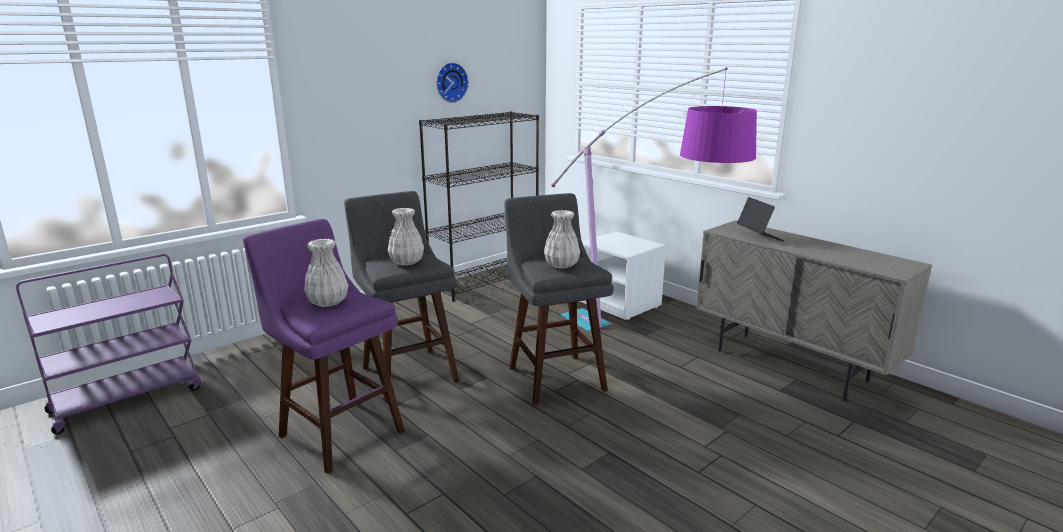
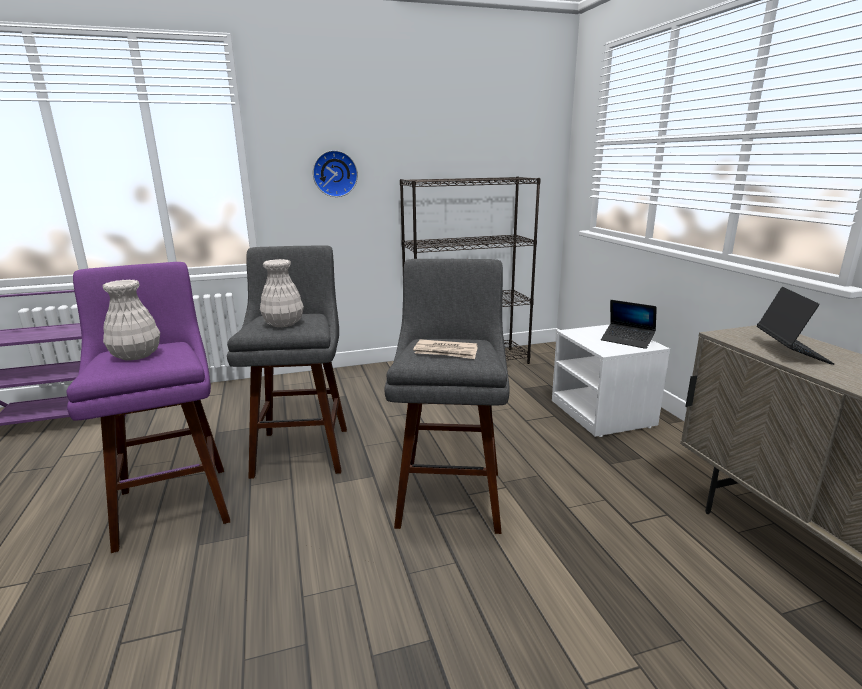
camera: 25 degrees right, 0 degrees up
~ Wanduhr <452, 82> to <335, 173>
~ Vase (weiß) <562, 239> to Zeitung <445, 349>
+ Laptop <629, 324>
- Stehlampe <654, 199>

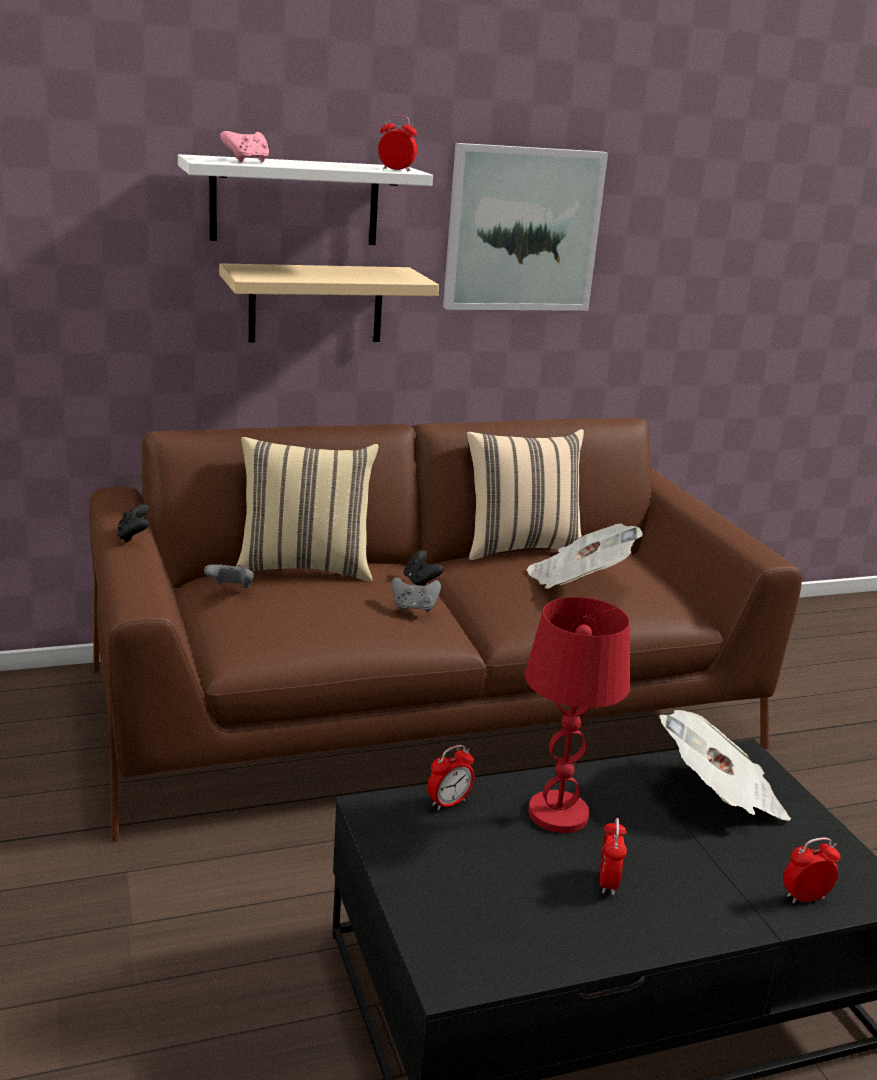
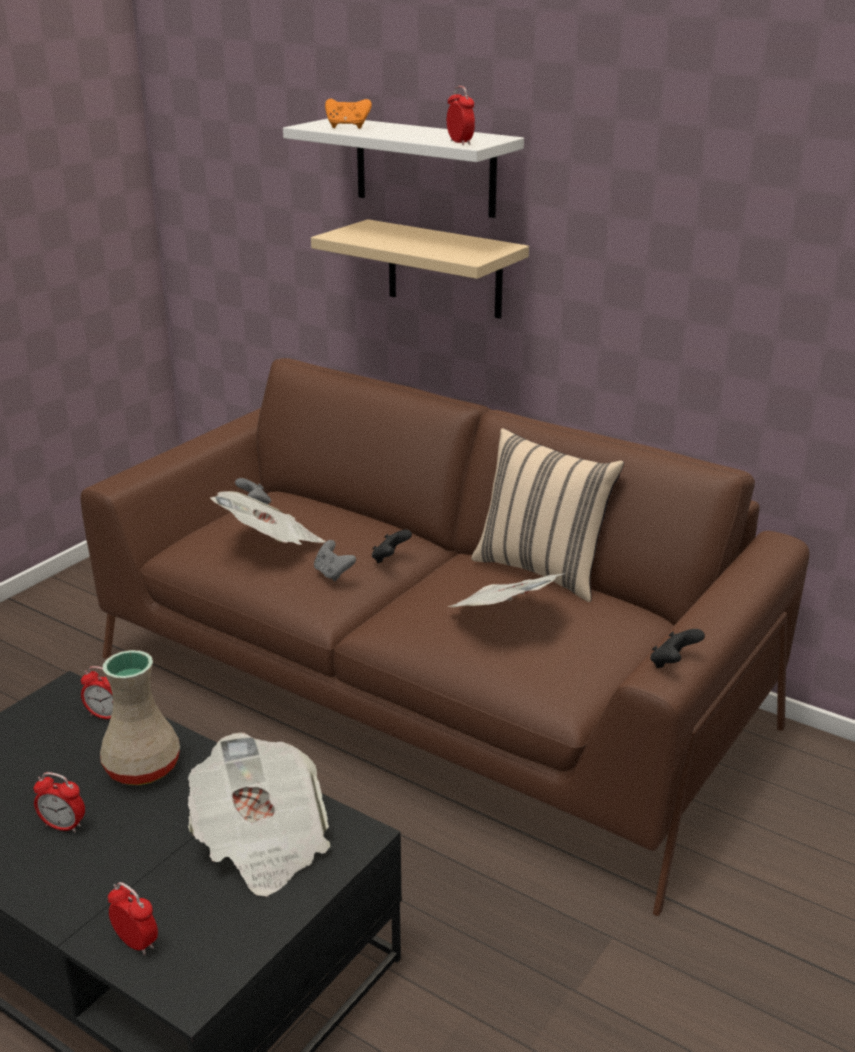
camera: 55 degrees right, 5 degrees up
~ Wecker <613, 856> = <59, 802> 135 degrees counterclockwise
~ Tischlampe (rot) <577, 715> to Vase (beige) <140, 717>
+ Zeitung <267, 518>
~ Gamepad (rosa) <244, 146> to Gamepad (orange) <348, 114>
~ Gamepad (schwarz) <133, 523> to <677, 648>
- Kissen (beige) <307, 509>
- Bild <525, 227>

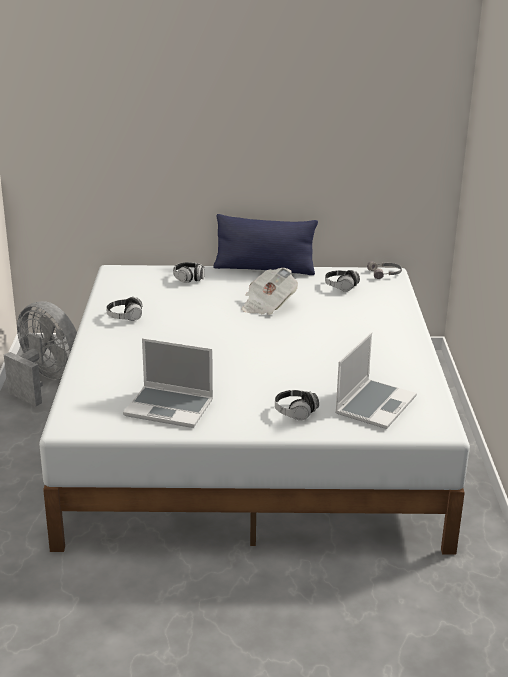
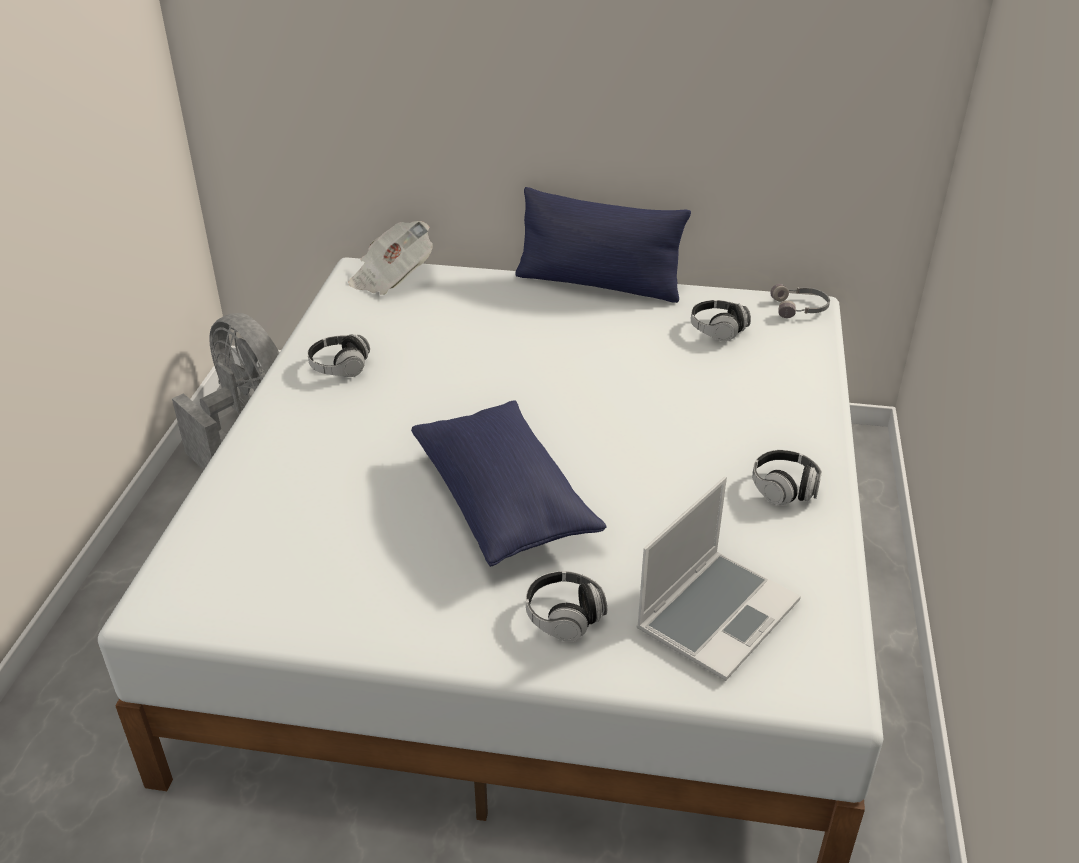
camera: 10 degrees right, 10 degrees up
~ Zeitung <270, 291> to <390, 258>
+ Kissen (blau) <509, 483>
~ Kopfhörer <189, 272> to <787, 477>
- Laptop <168, 383>

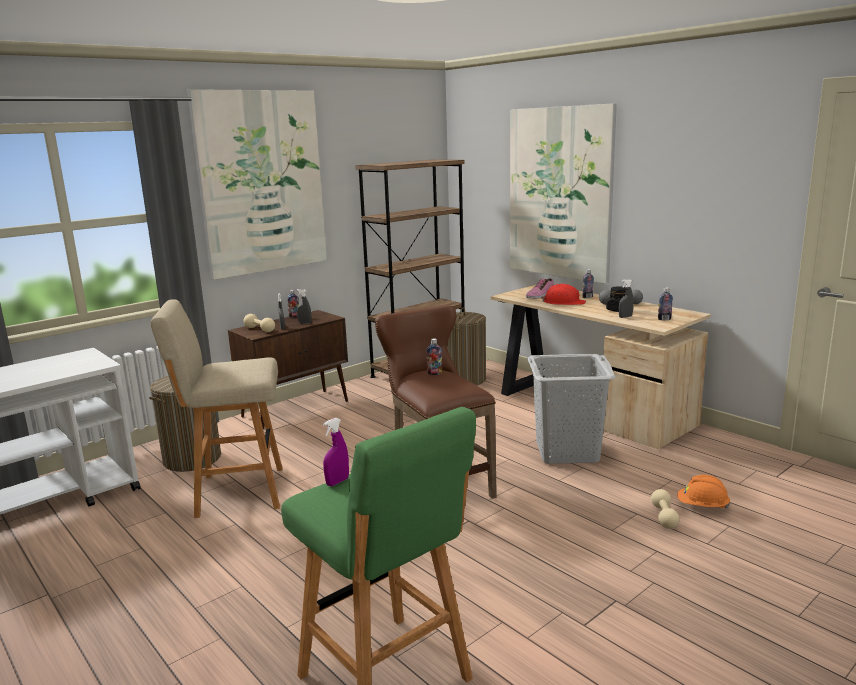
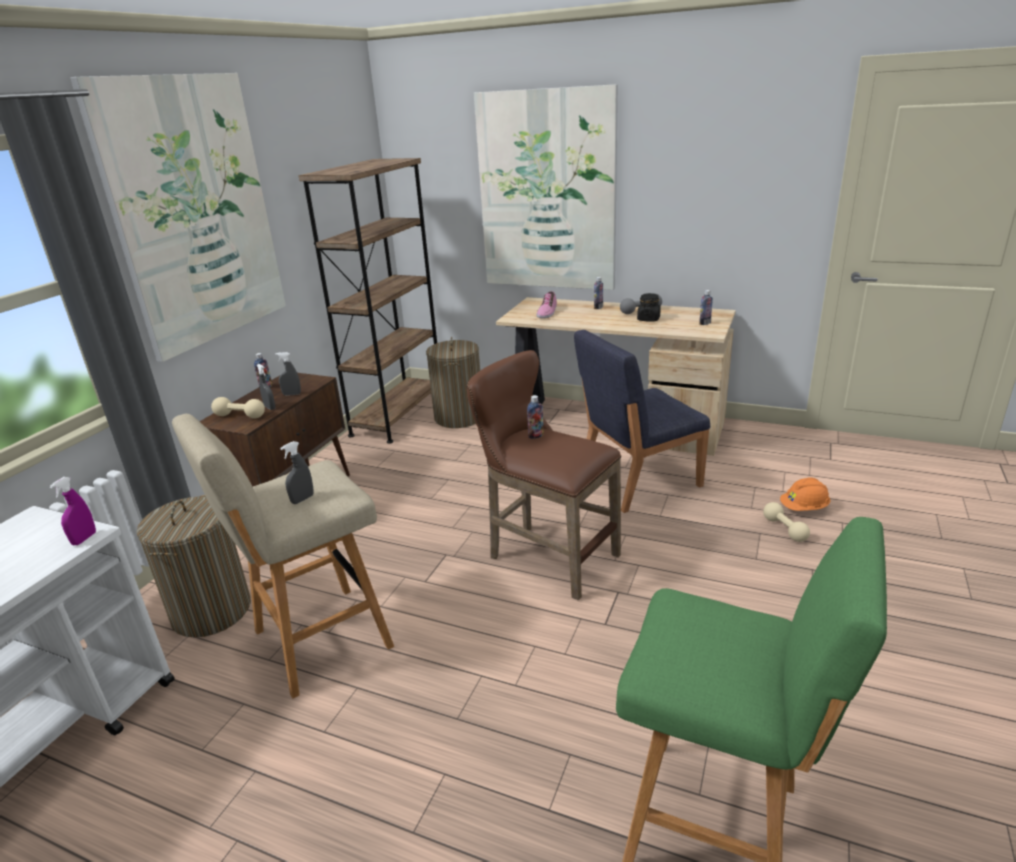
camera: 25 degrees left, 10 degrees up
~ Sprühflasche (lila) <336, 452> to <73, 511>
~ Sprühflasche (grau) <626, 298> to <297, 472>
~ Wäschekorb (grau) <571, 409> to Stuhl (blau) <642, 421>
- Schutzhelm (rot) <563, 294>

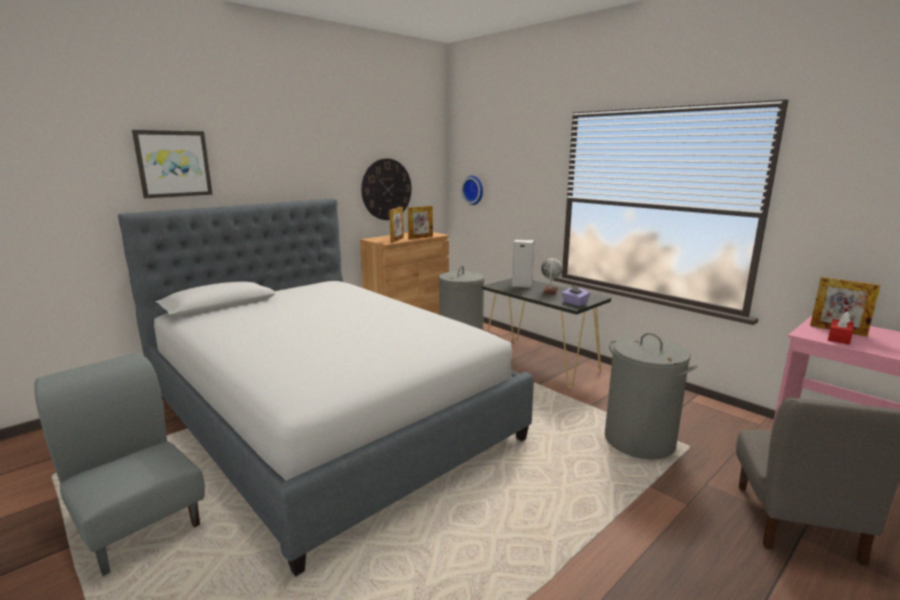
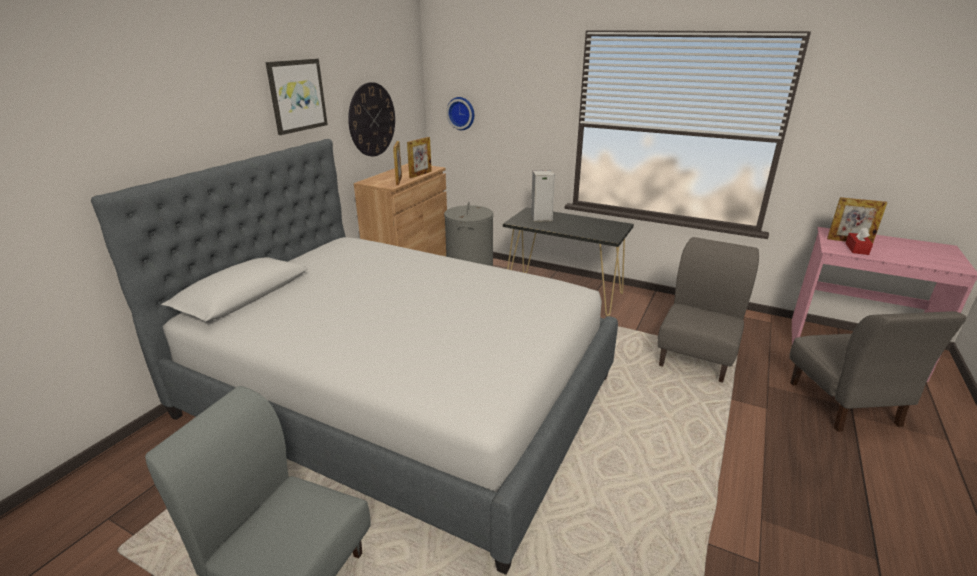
camera: 20 degrees left, 10 degrees up
~ Bild <172, 164> to <296, 97>
~ Wäschekorb (grau) <651, 396> to Stuhl (grau) <708, 310>
- Globus <552, 276>
- Taschentuchbox (lila) <576, 295>

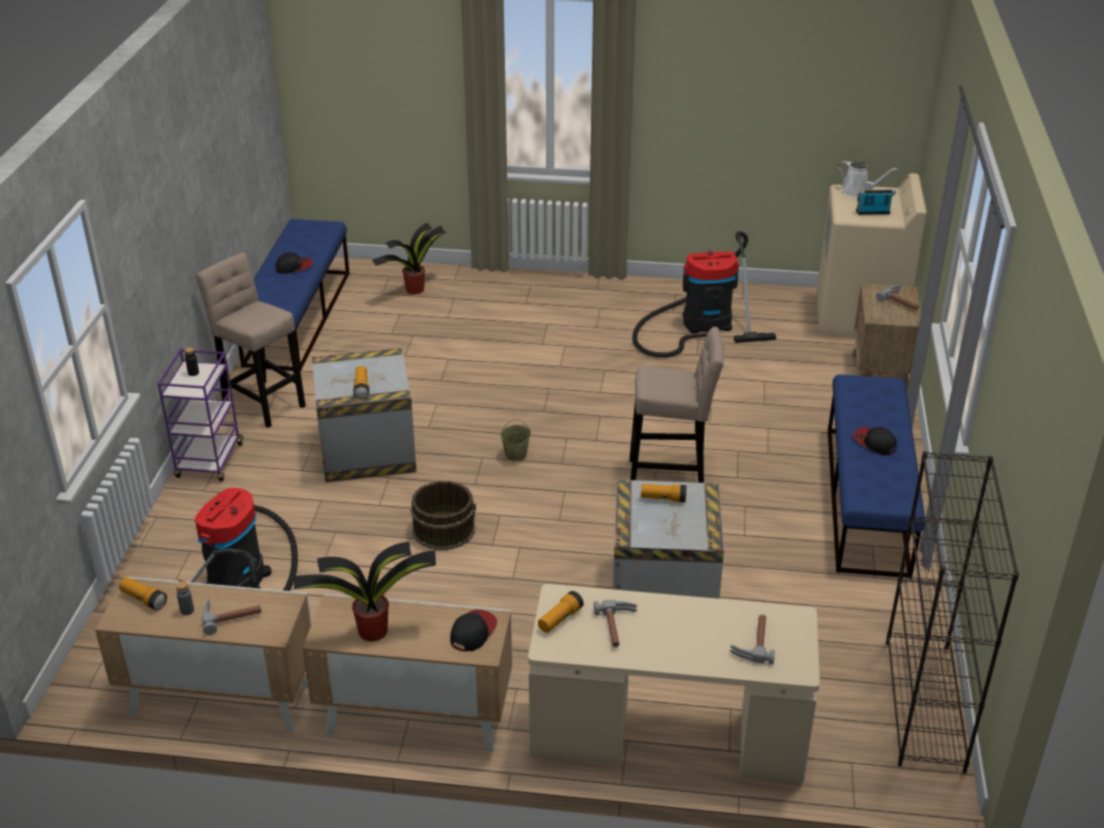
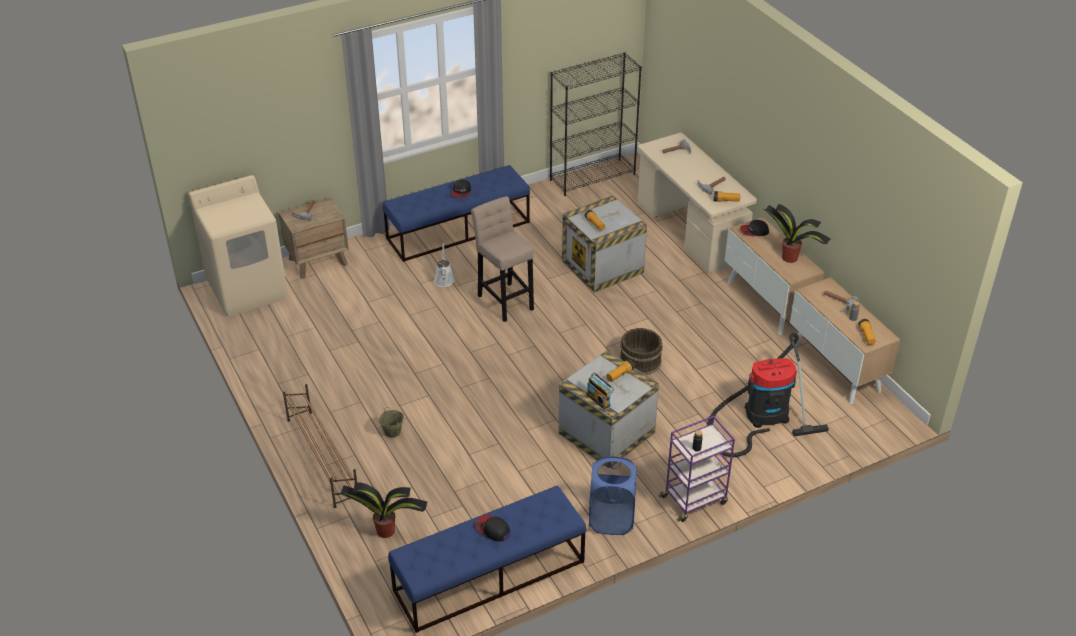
camera: 125 degrees left, 5 degrees up
+ Schuhregal (braun) <320, 446>
~ Eimer (beige) <515, 440> to <391, 422>
~ Gießkanne (weiß) <867, 179> to <444, 264>
~ Radio <876, 202> to <600, 390>
~ Hocker (beige) <251, 340> to Wäschekorb (blau) <613, 495>
- Staubsauger <704, 294>

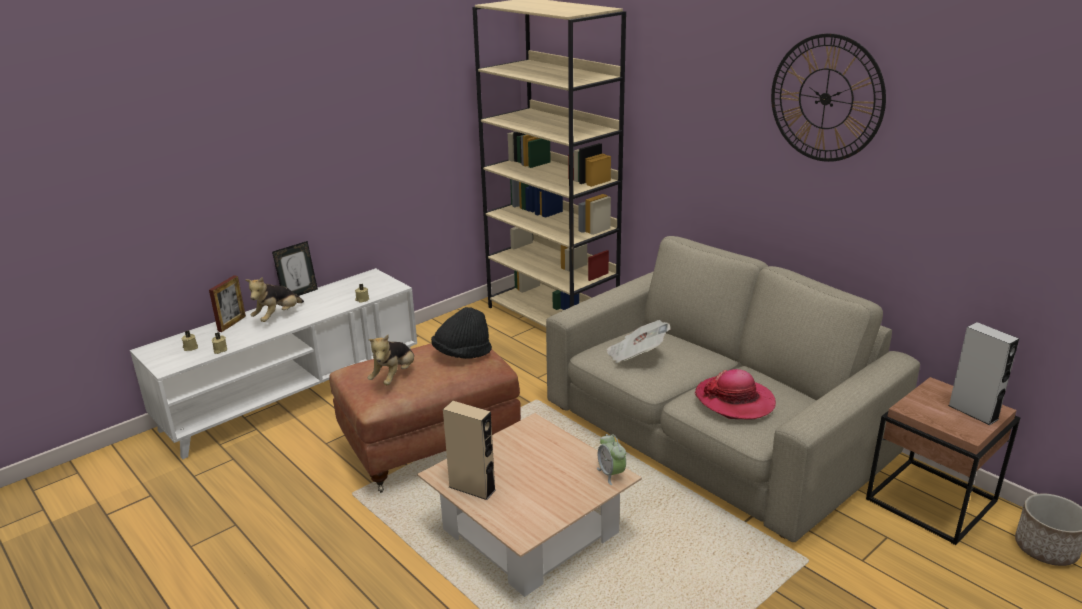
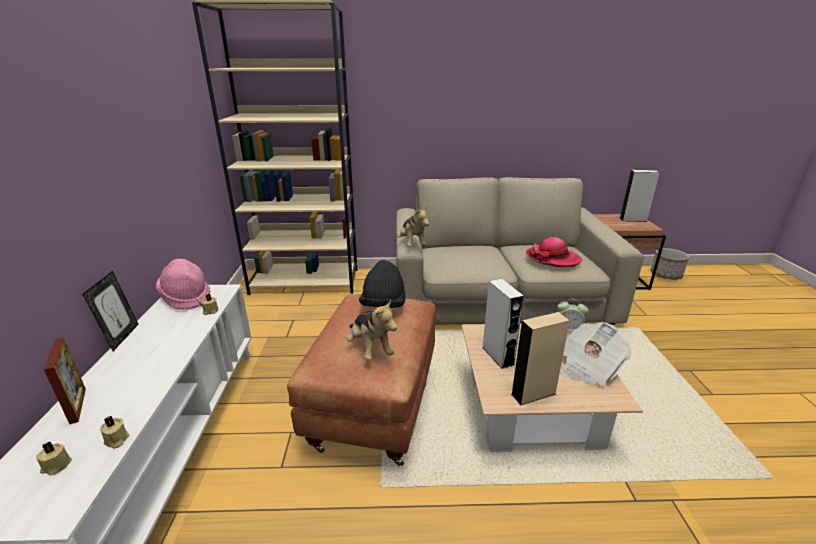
camera: 50 degrees left, 0 degrees up
+ Hut (rosa) <183, 284>
~ Plüschtier <274, 299> to <412, 226>
+ Lautsprecher (weiß) <503, 324>
~ Zeitung <638, 341> to <596, 354>
- Wanduhr <828, 97>

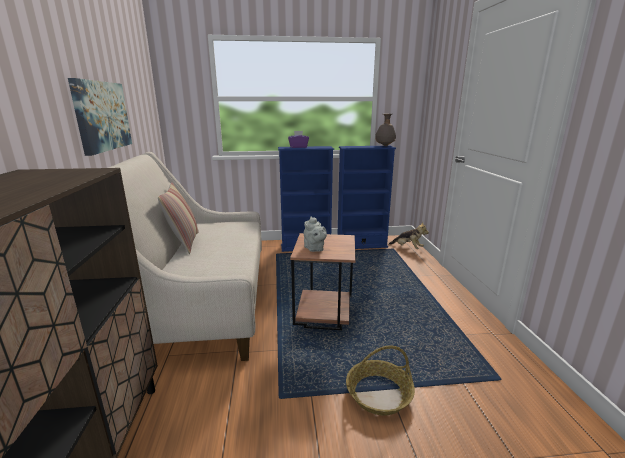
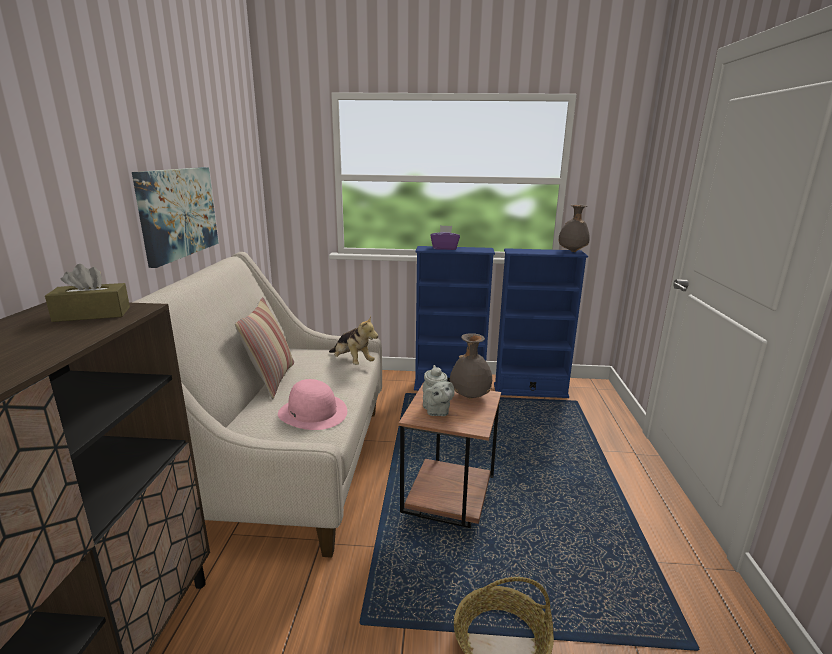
camera: 10 degrees right, 0 degrees up
+ Taschentuchbox (braun) <87, 293>
+ Hut (rosa) <312, 404>
~ Plüschtier <409, 235> to <353, 340>
+ Vase (grau) <471, 366>

